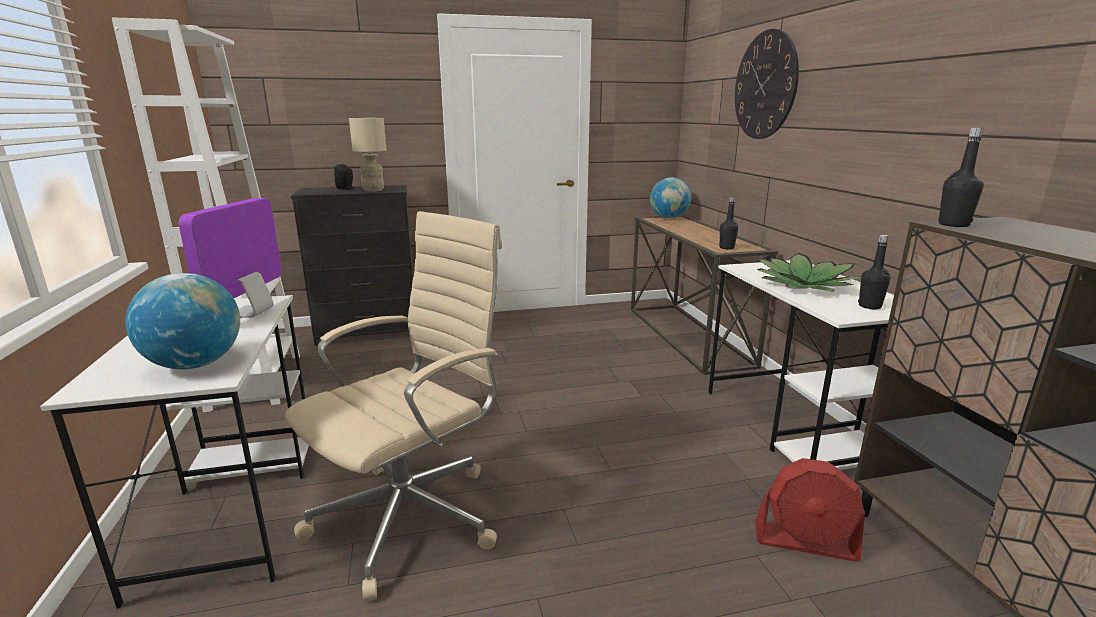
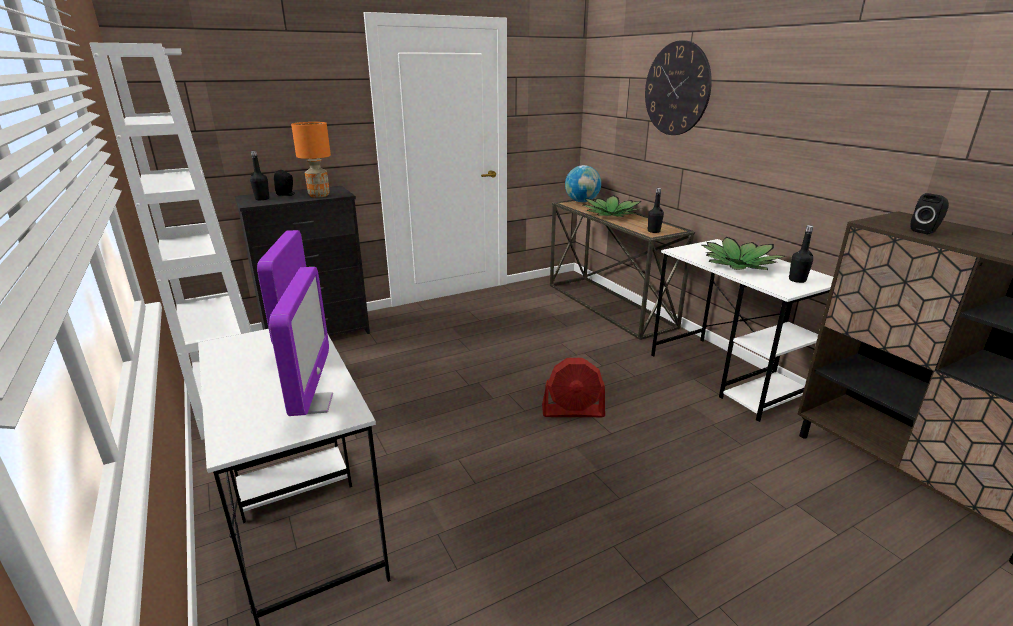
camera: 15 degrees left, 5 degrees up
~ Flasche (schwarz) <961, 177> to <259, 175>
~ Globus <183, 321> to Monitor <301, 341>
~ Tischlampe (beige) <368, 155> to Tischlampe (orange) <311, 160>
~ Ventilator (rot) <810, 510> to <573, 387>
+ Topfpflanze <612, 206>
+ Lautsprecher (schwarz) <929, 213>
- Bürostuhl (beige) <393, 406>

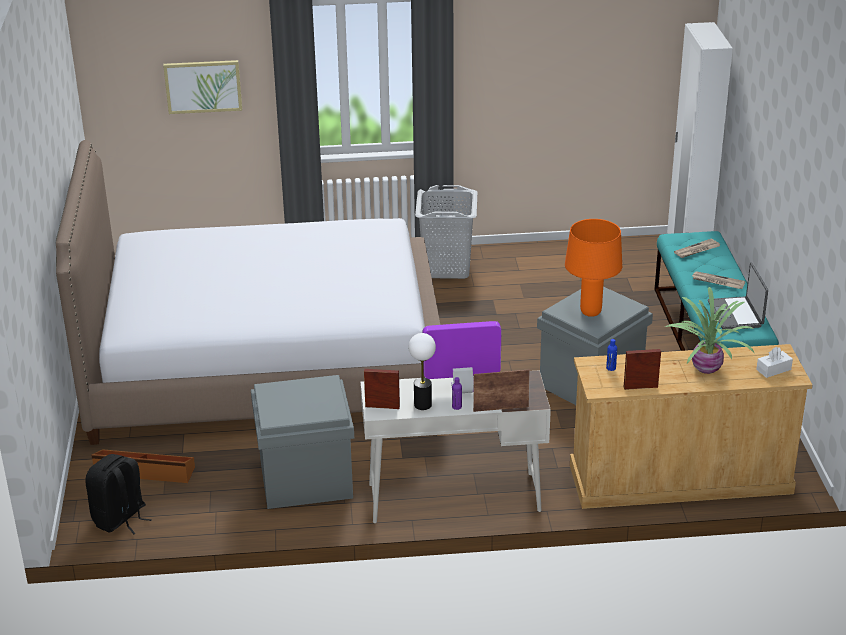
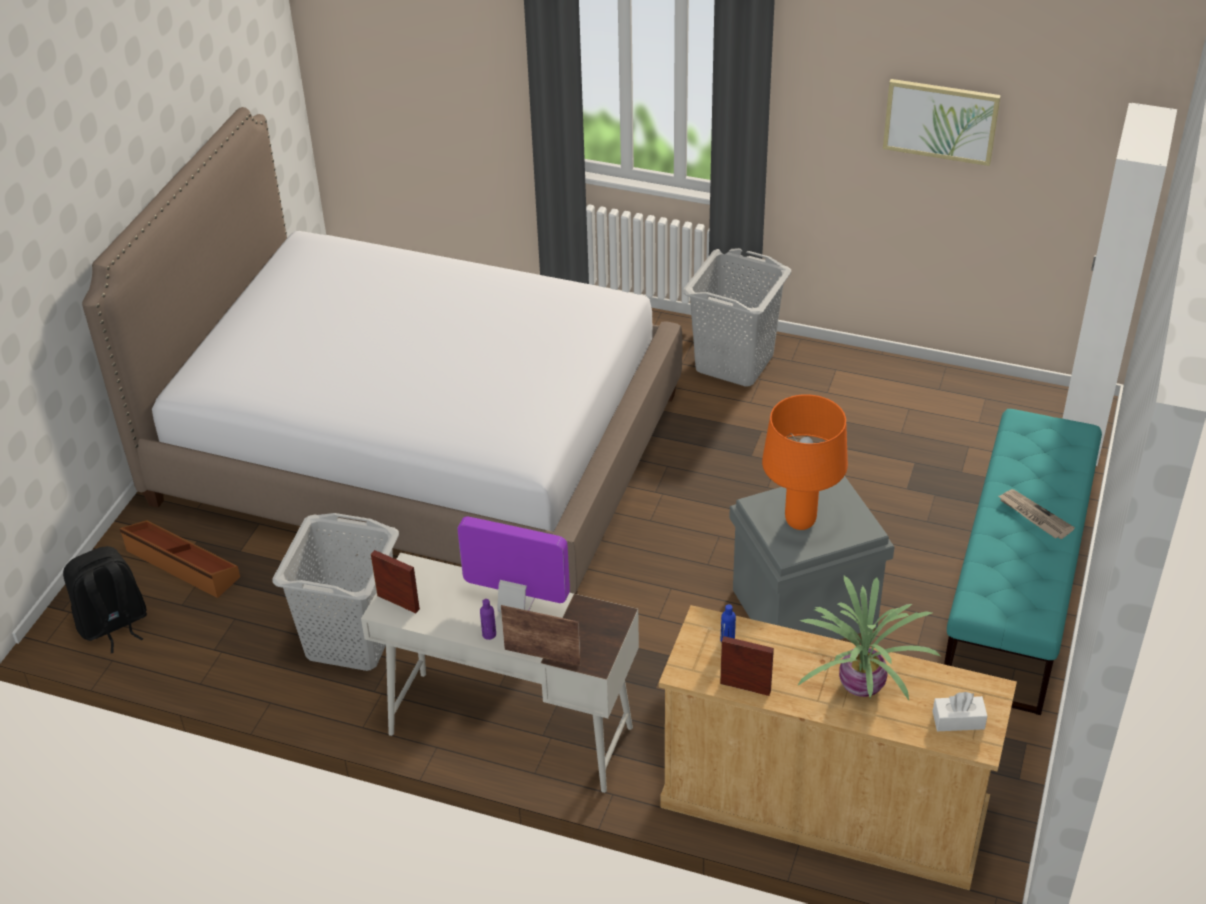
camera: 25 degrees right, 10 degrees up
~ Aufbewahrungsbox (grau) <302, 442> to Wäschekorb (grau) <335, 592>
~ Bild <202, 87> to <942, 122>
- Tischlampe <422, 371>
- Zeitung <697, 248>
- Laptop <738, 296>

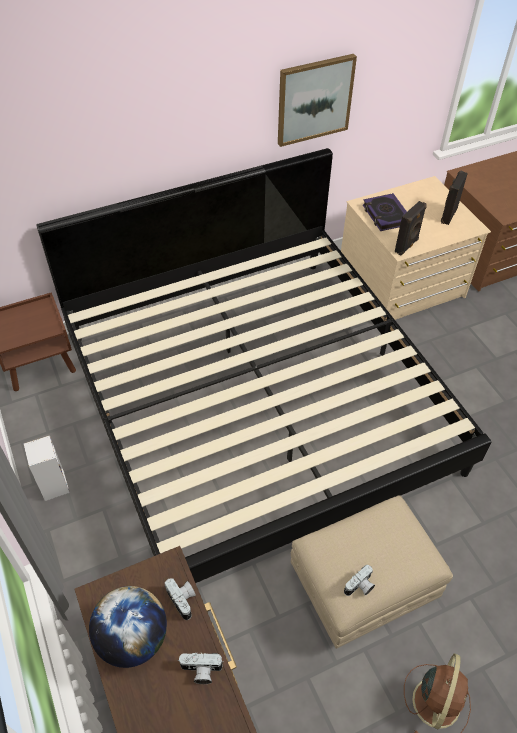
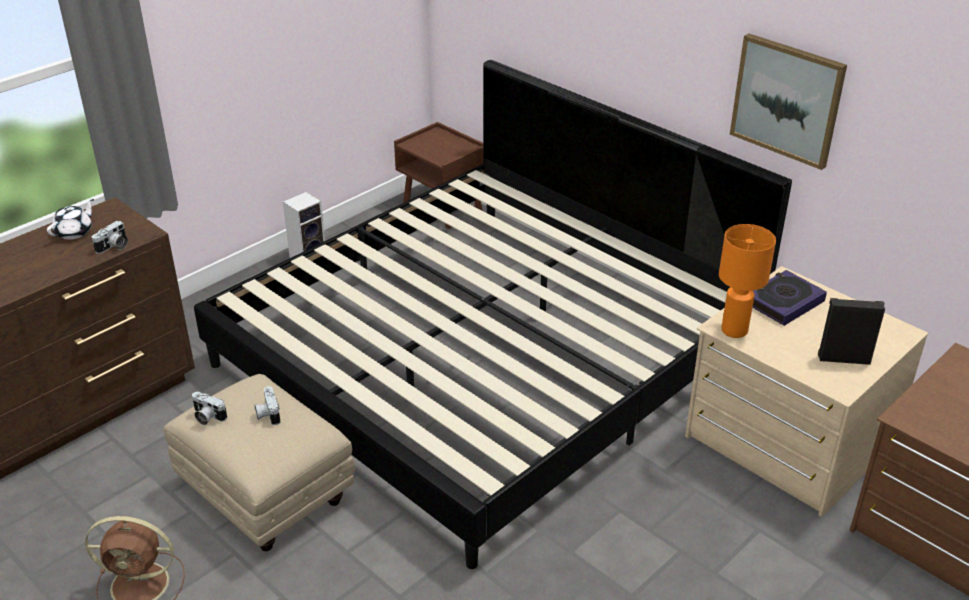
camera: 70 degrees right, 15 degrees down
~ Globus <128, 627> to Teekanne (weiß) <70, 219>
~ Kamera <200, 668> to <268, 405>
~ Lautsprecher (schwarz) <411, 228> to Tischlampe (orange) <747, 281>

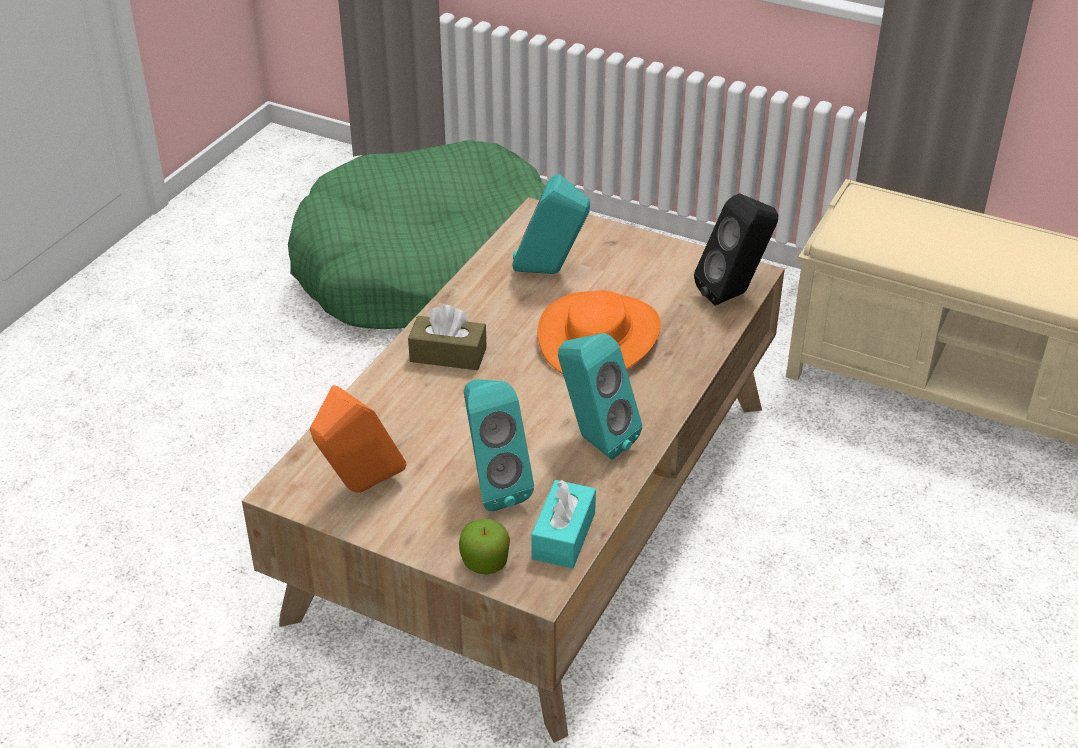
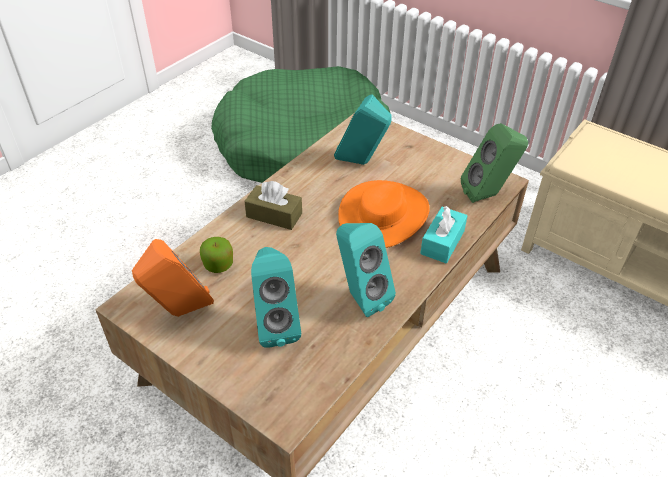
camera: 10 degrees right, 5 degrees up
~ Apfel <484, 547> to <216, 255>
~ Taschentuchbox (türkis) <563, 524> to <444, 234>
~ Lautsprecher (schwarz) <736, 250> to Lautsprecher (grün) <494, 163>

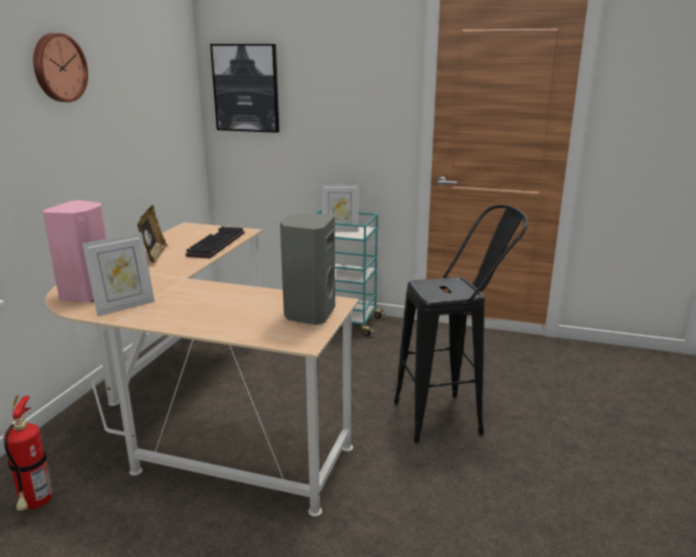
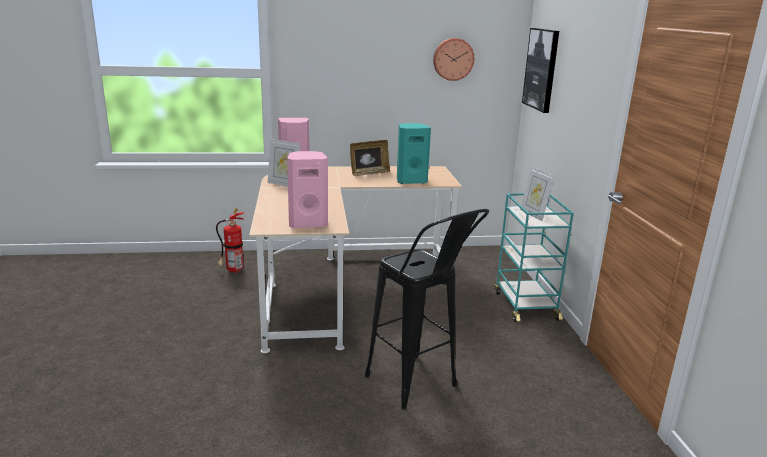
camera: 65 degrees right, 0 degrees up
~ Lautsprecher (grau) <307, 269> to Lautsprecher (rosa) <307, 189>
~ Tastatur <215, 242> to Lautsprecher (türkis) <414, 153>
~ Wanduhr <60, 67> to <453, 59>

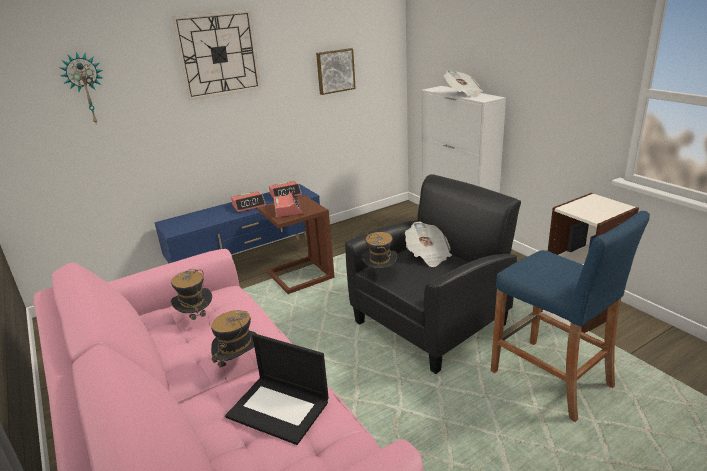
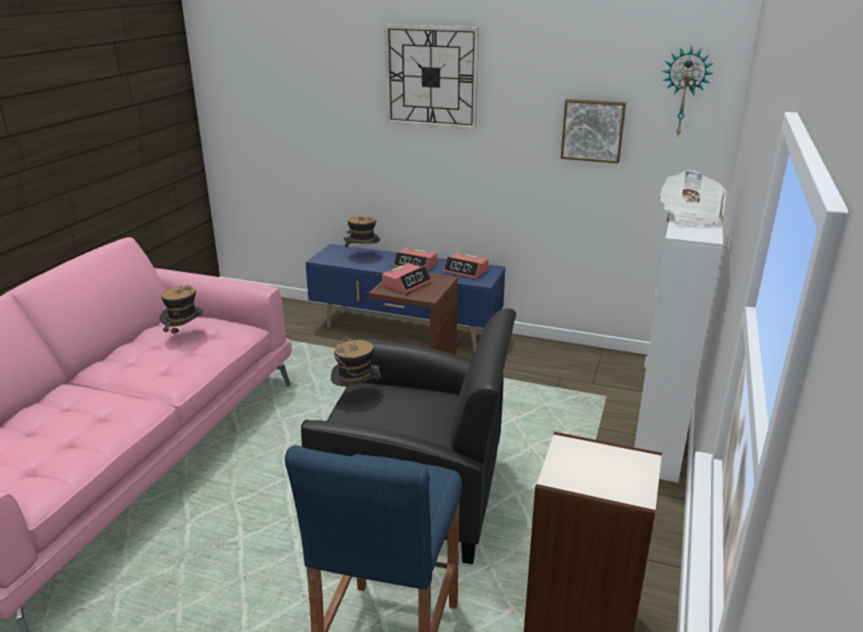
camera: 50 degrees right, 0 degrees up
~ Hut <234, 344> to <362, 232>
~ Wanduhr <81, 88> to <688, 90>
- Laptop <277, 389>
- Zeitung <428, 244>

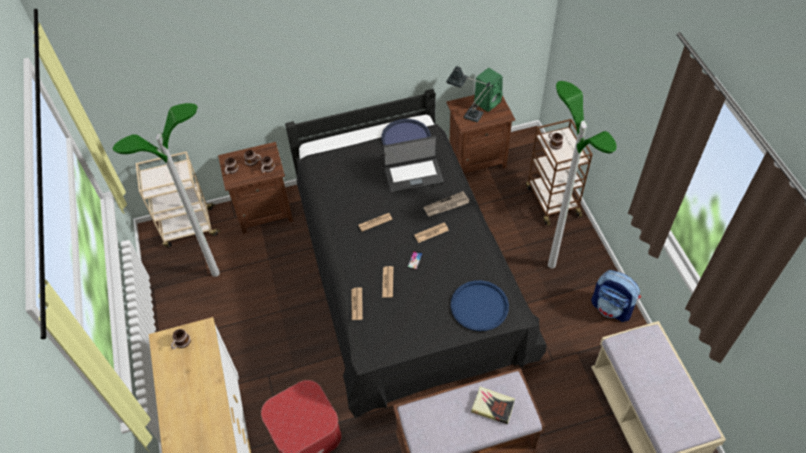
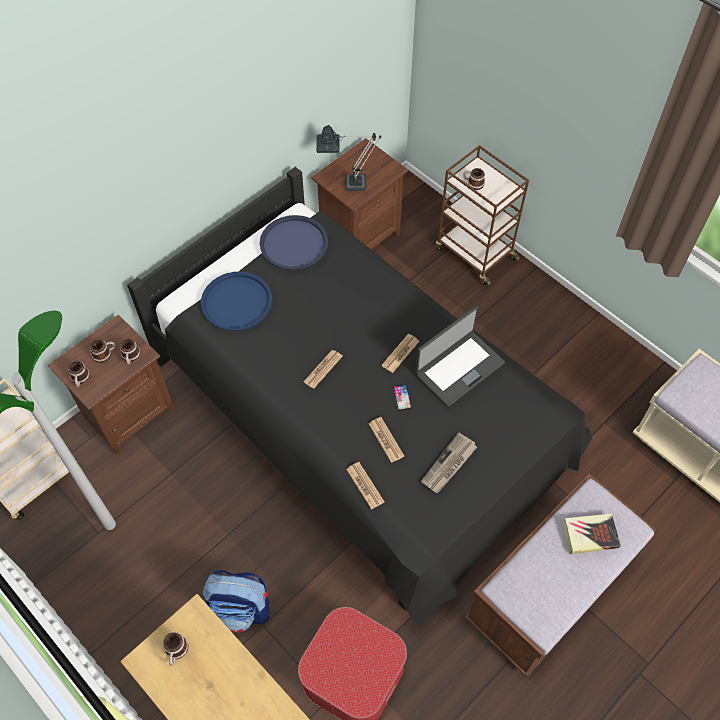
camera: 30 degrees left, 5 degrees up
~ Tablett (blau) <480, 305> to <236, 301>
~ Rucksack <616, 296> to <236, 601>
~ Laptop <413, 164> to <460, 356>
~ Zeitung <446, 204> to <449, 463>
- Lautsprecher (grün) <488, 90>
- Stehlampe <582, 174>

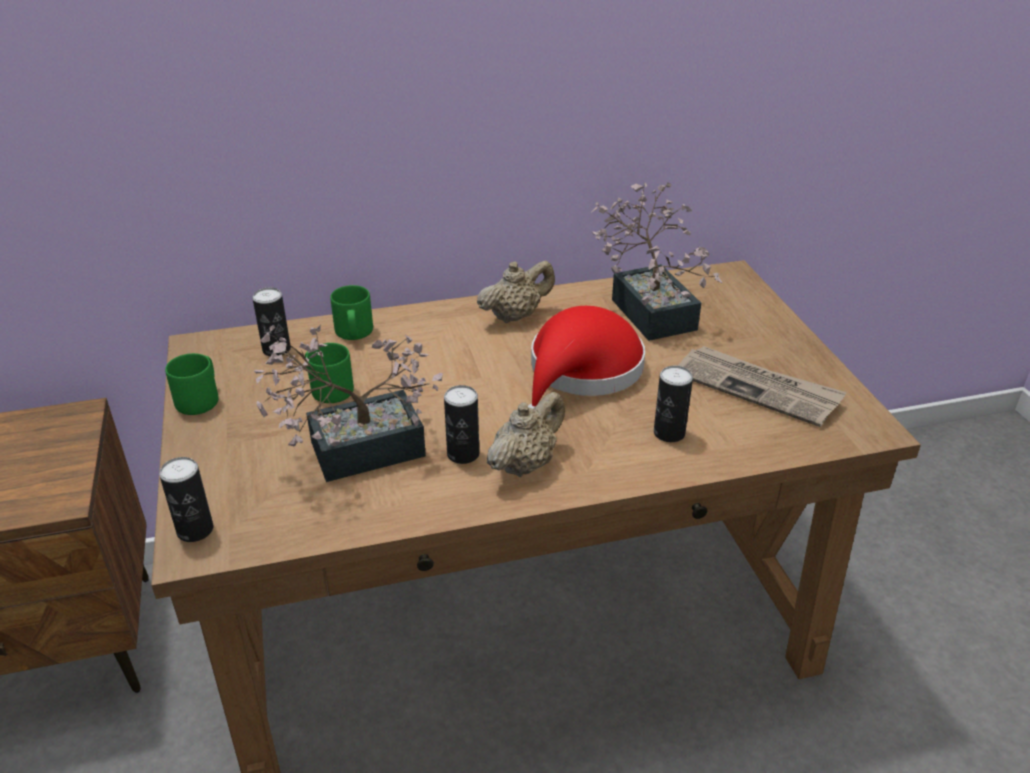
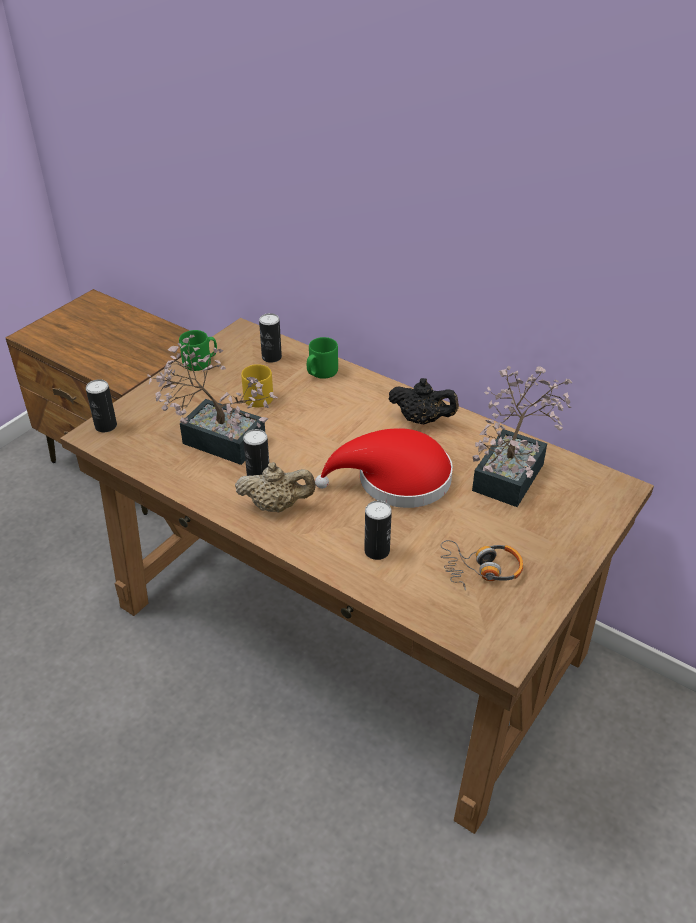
camera: 50 degrees right, 5 degrees up
~ Henkelbecher (grün) <329, 373> to Henkelbecher (gelb) <257, 385>
~ Teekanne (beige) <516, 292> to Teekanne (schwarz) <424, 401>
~ Zeitung <762, 386> to Kopfhörer <481, 565>

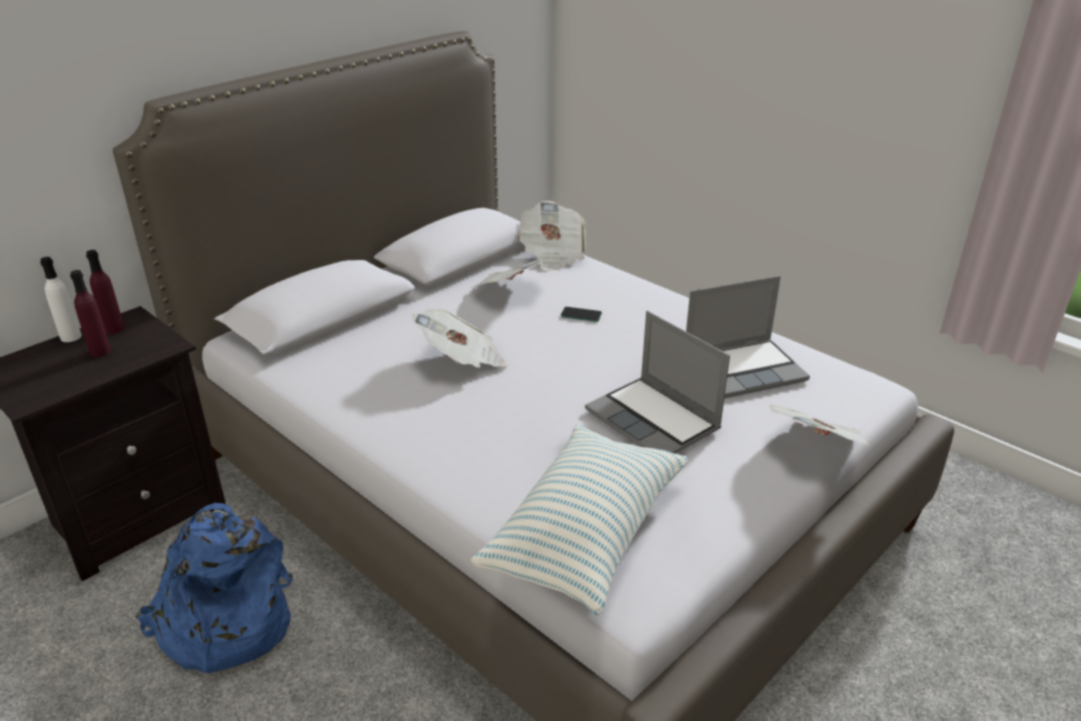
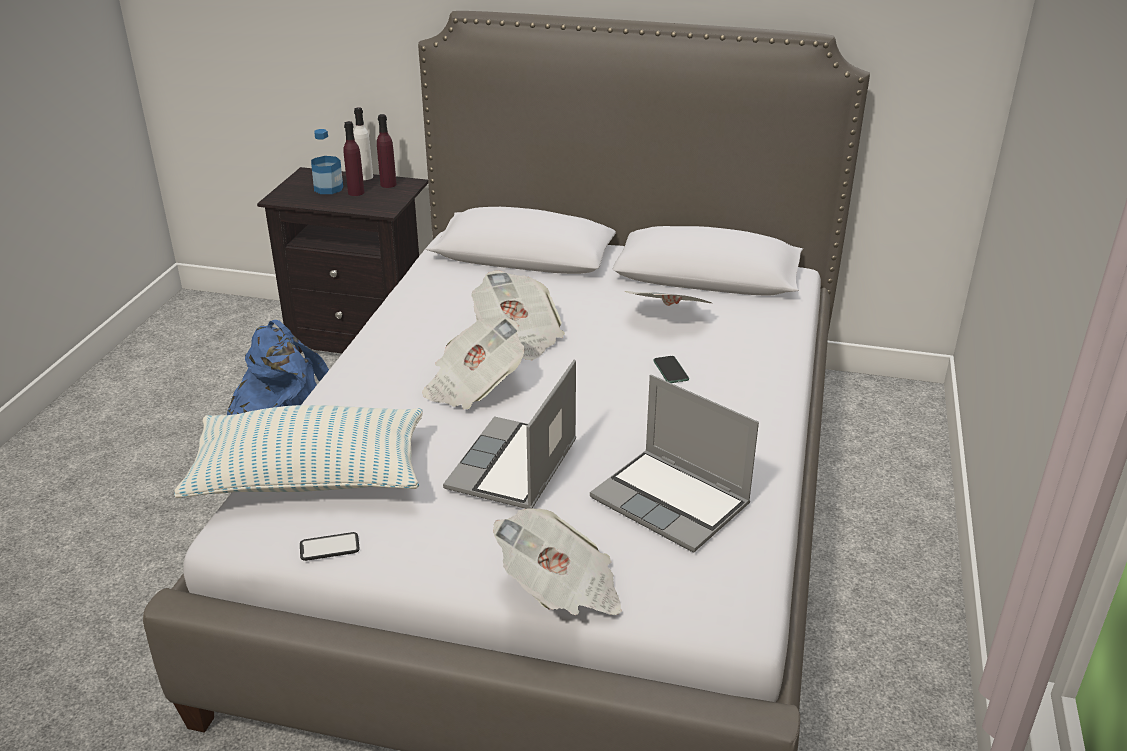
camera: 60 degrees right, 0 degrees up
+ Handy <330, 546>
+ Flasche <327, 161>
~ Zeitung <551, 236> to <473, 363>

